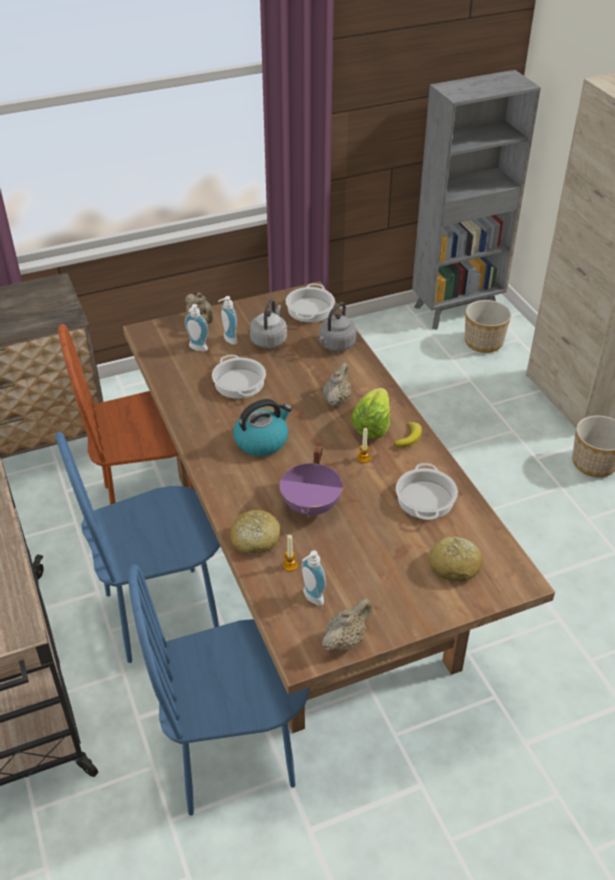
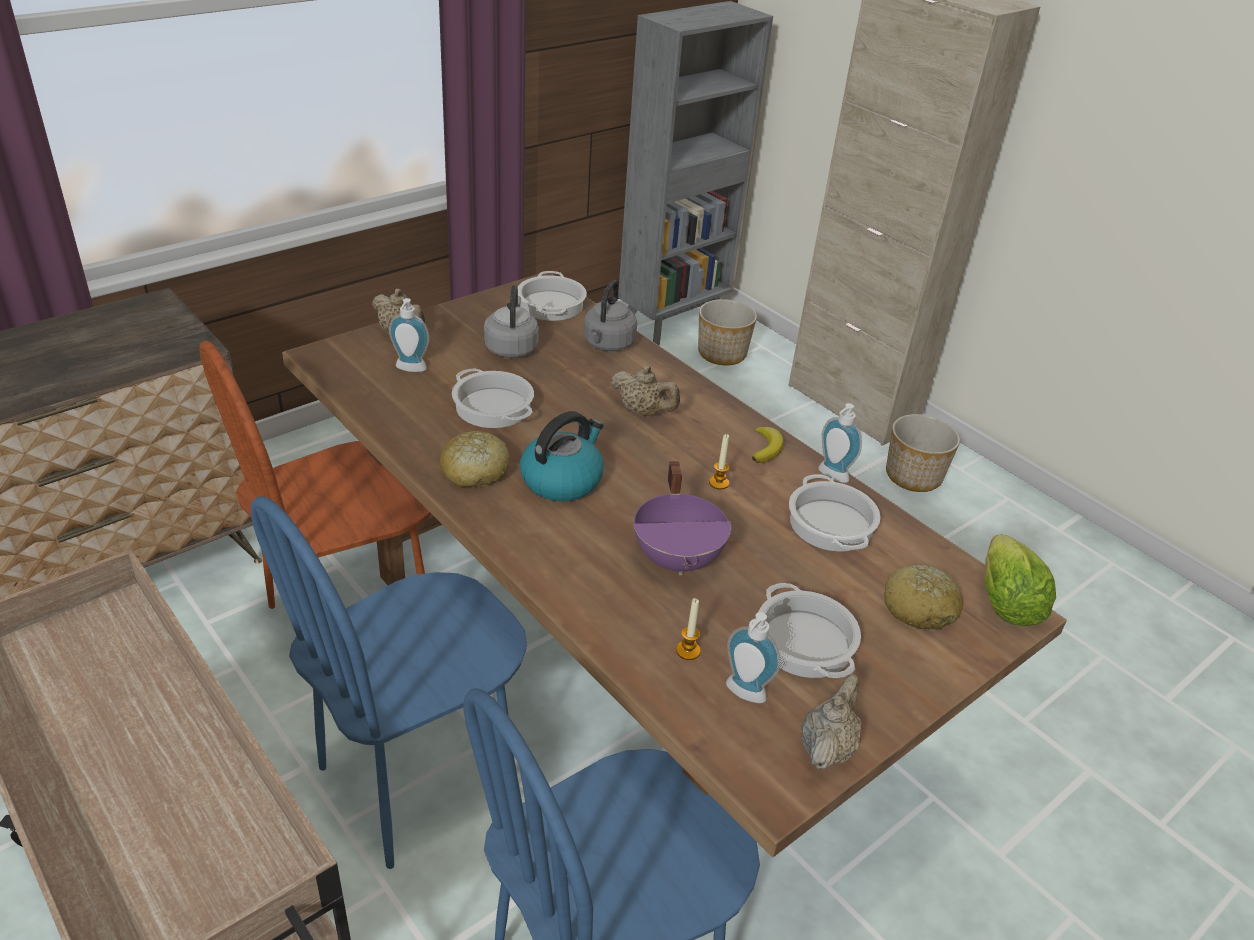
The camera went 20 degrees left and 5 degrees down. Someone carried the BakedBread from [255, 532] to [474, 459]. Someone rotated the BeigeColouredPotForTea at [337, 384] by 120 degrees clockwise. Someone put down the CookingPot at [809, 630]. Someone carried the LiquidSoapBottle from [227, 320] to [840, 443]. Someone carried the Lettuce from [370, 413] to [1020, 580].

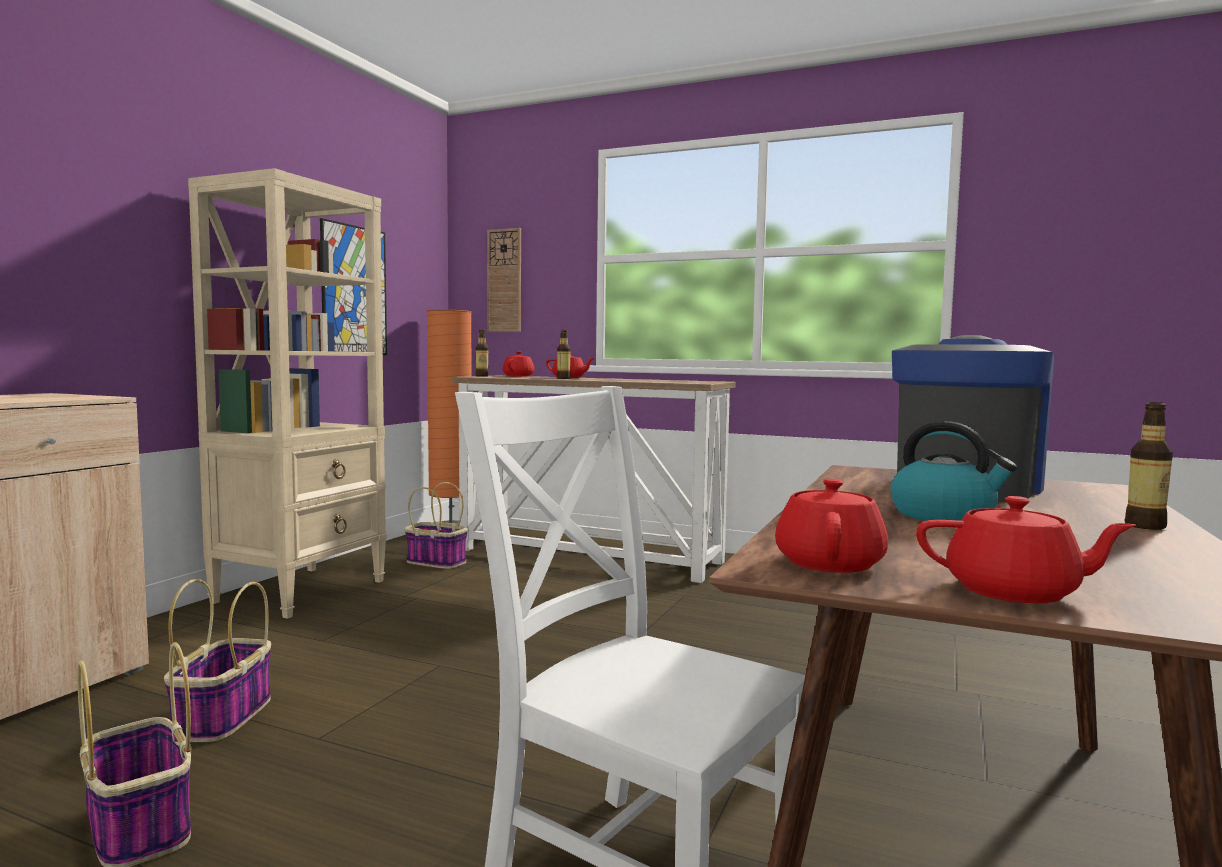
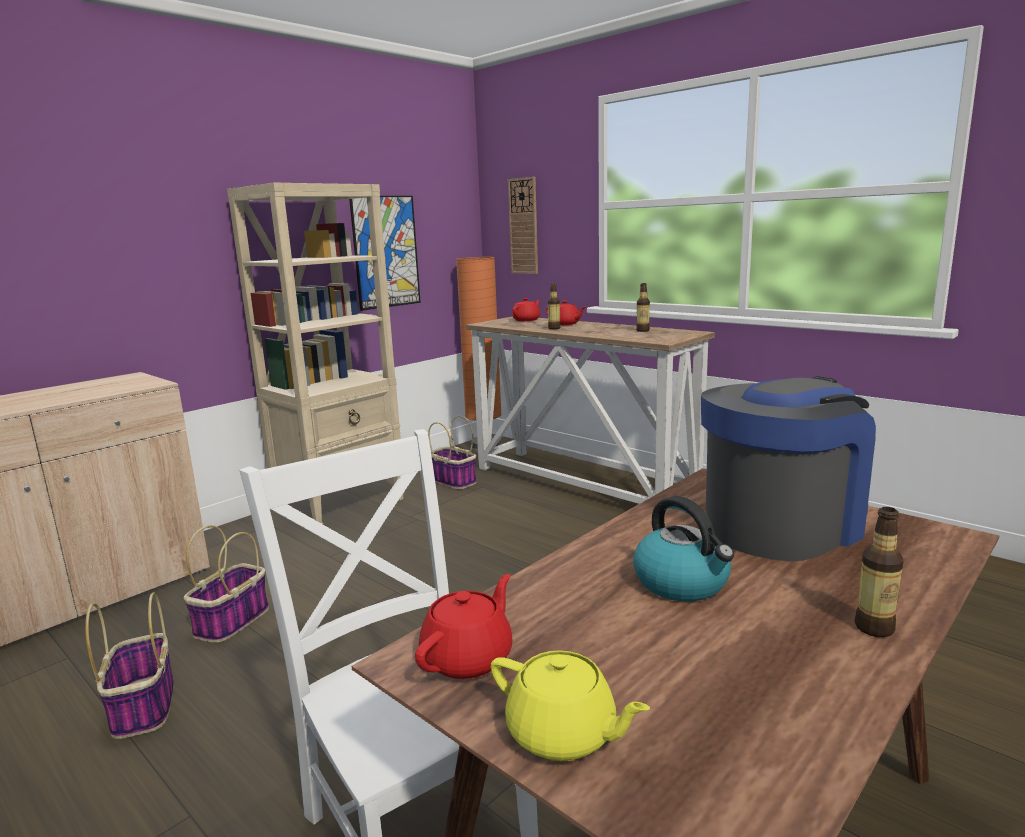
The camera went 20 degrees right and 10 degrees up. Someone repainted the ReddishPotForTea at [1026, 549], which became the YellowishPotForTea at [570, 705]. Someone carried the DrinkBottle from [482, 353] to [643, 307].

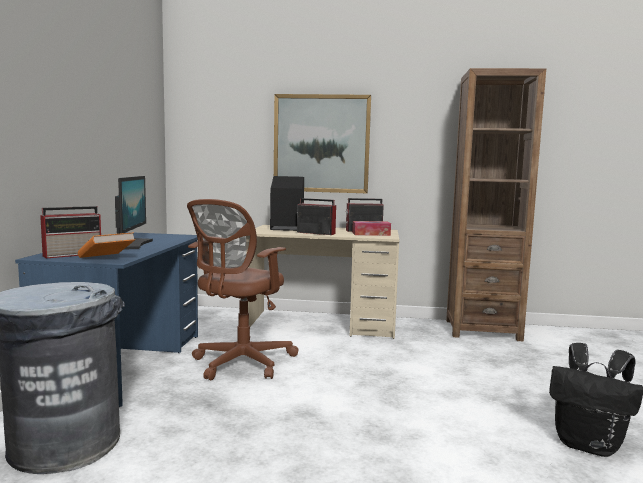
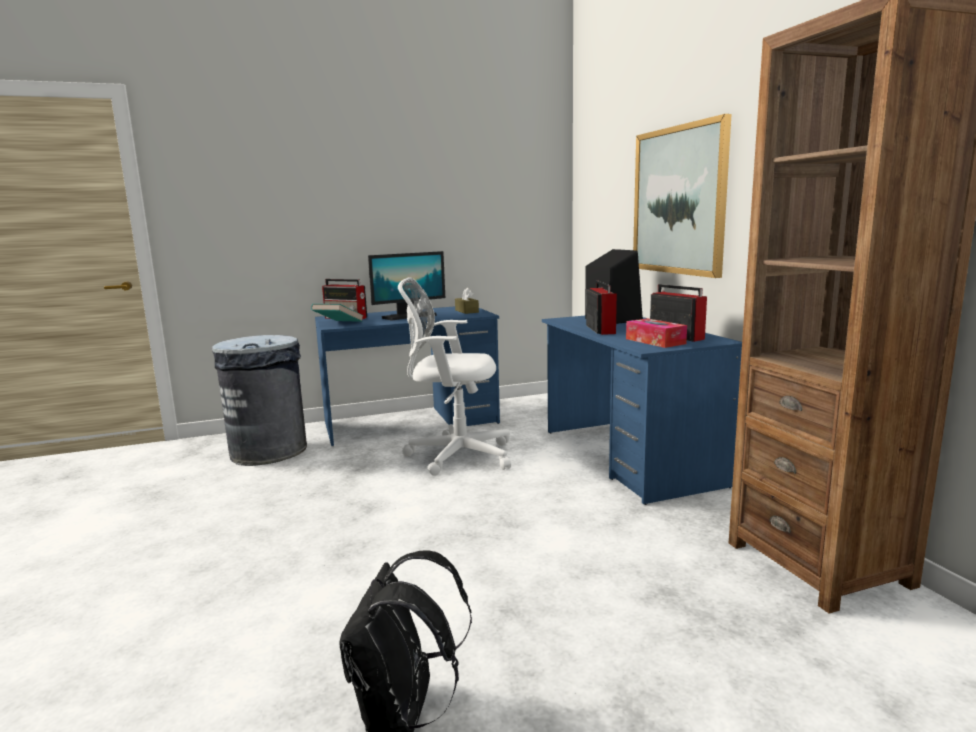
The camera went 65 degrees right and 5 degrees up. Someone repainted the OrangeColouredBook at [106, 245], which became the TurquoiseBook at [337, 313]. Someone repainted the BrownComputerChair at [243, 289], which became the WhiteColouredComputerChair at [454, 376]. Someone put down the BrownBoxOfTissues at [467, 301]. Someone repainted the BeigeColouredDeskTable at [322, 282], which became the BluishDeskTable at [642, 410].

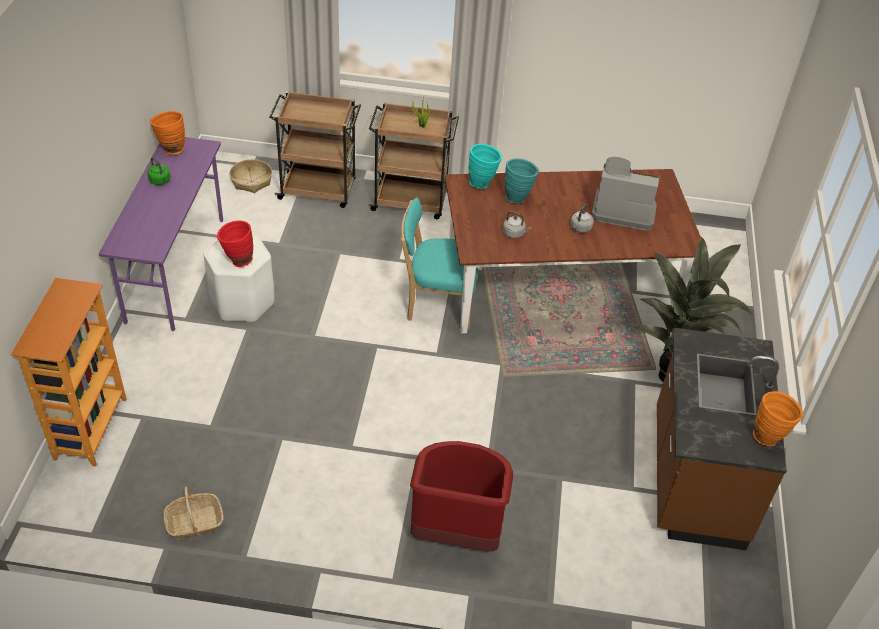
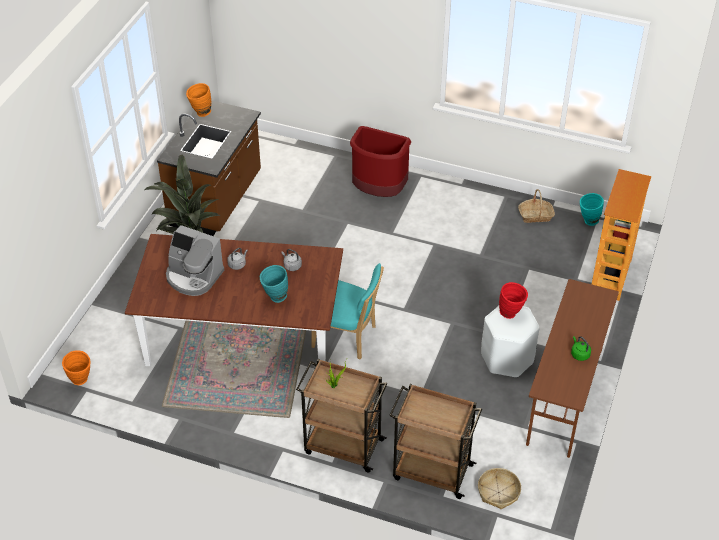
The camera went 165 degrees left and 0 degrees up. Someone carried the OrangeColouredVase from [167, 133] to [76, 367]. Someone repainted the PurpleColouredDeskTable at [161, 234], which became the BrownDeskTable at [572, 368]. Someone carried the TurquoiseVase from [485, 166] to [592, 209].

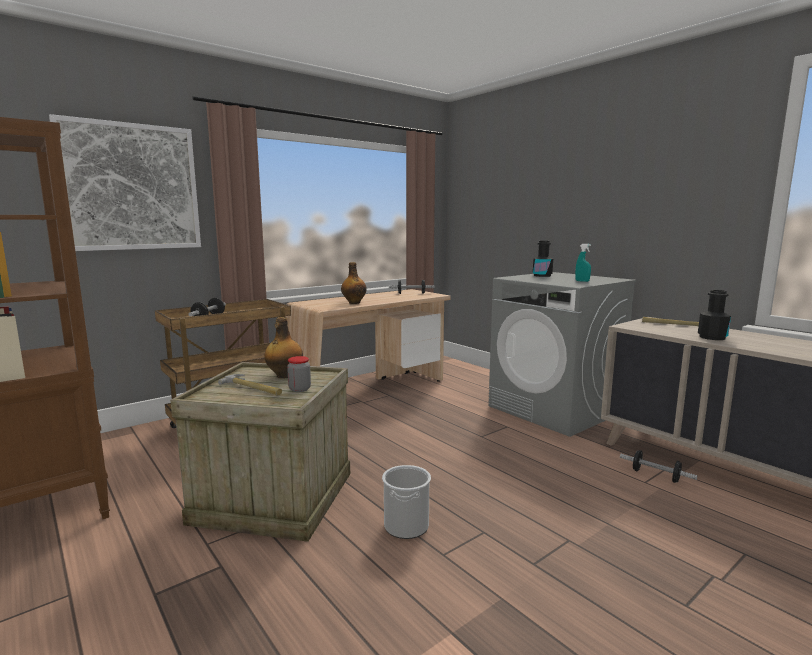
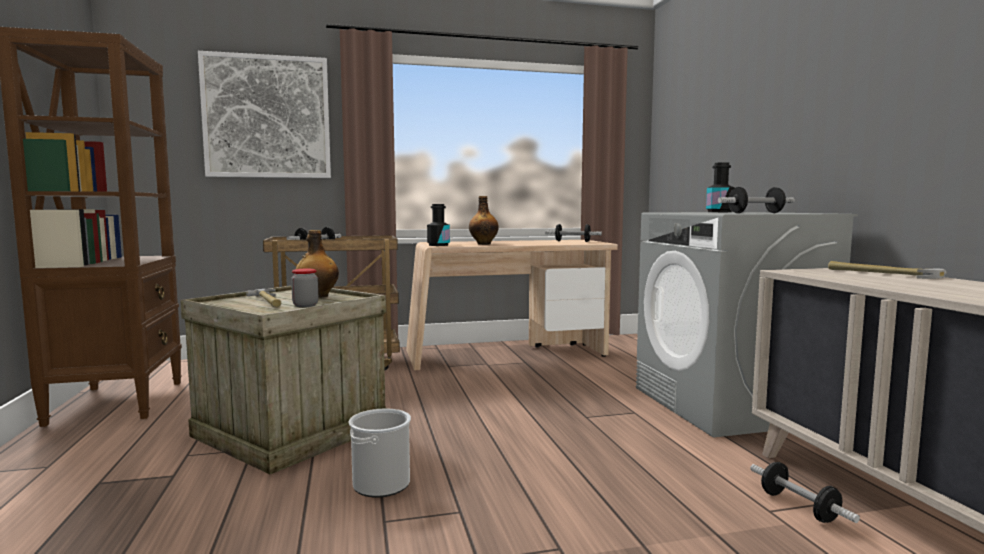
The camera went 25 degrees right and 5 degrees down. Someone carried the BlackDrinkBottle from [714, 315] to [438, 225]. Someone swapped the TurquoiseSprayer at [583, 263] for the HandWeight at [756, 200].

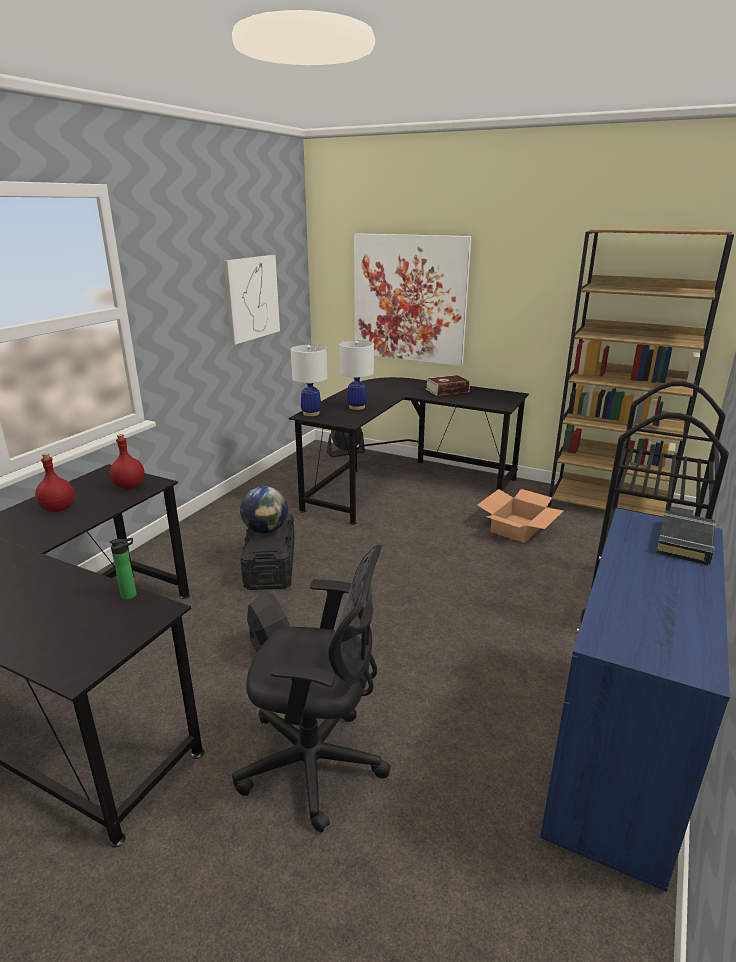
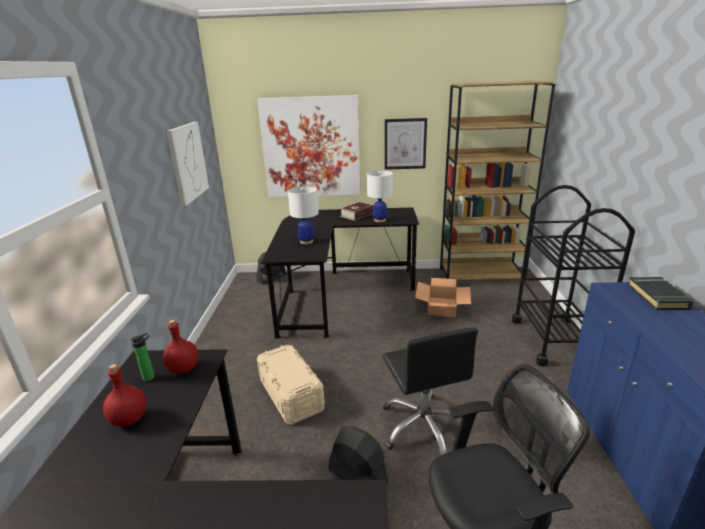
The camera went 25 degrees left and 0 degrees up. Someone carried the DrinkBottle from [123, 569] to [143, 357]. Someone repainted the BlackStorageBin at [268, 551], which became the BeigeColouredStorageBin at [291, 385]. Someone carried the WhiteColouredTableLamp from [309, 380] to [380, 196]. Someone put down the BlackComputerChair at [430, 391]. Someone put up the WallArt at [406, 144]. Someone took away the DeskGlobe at [264, 509].

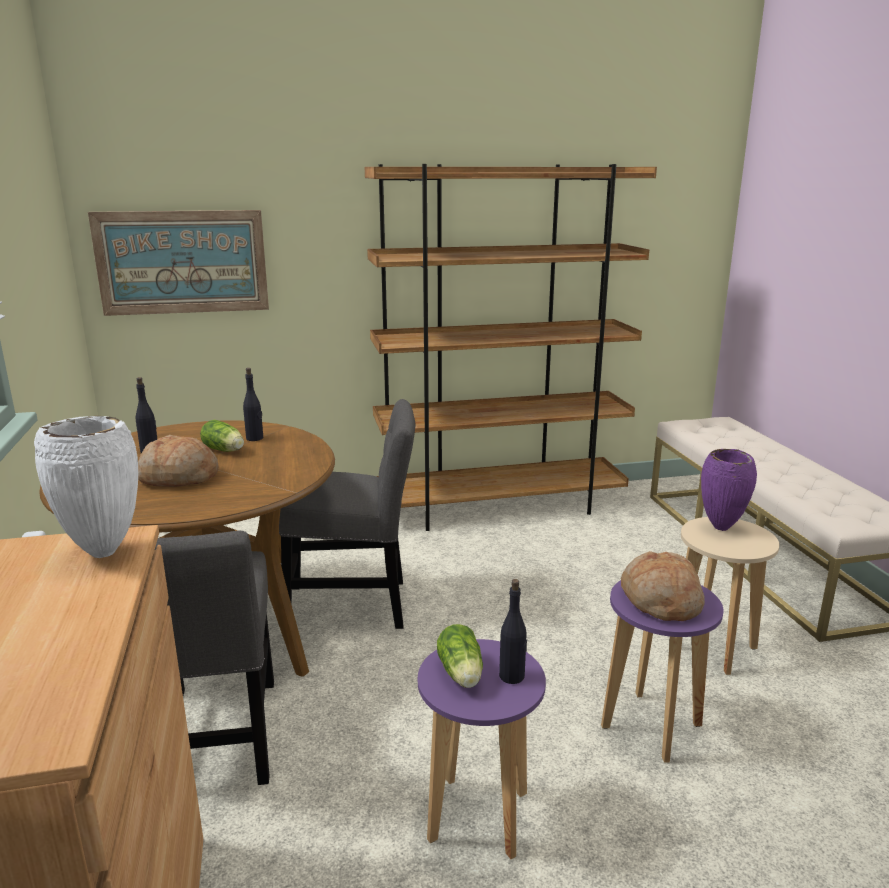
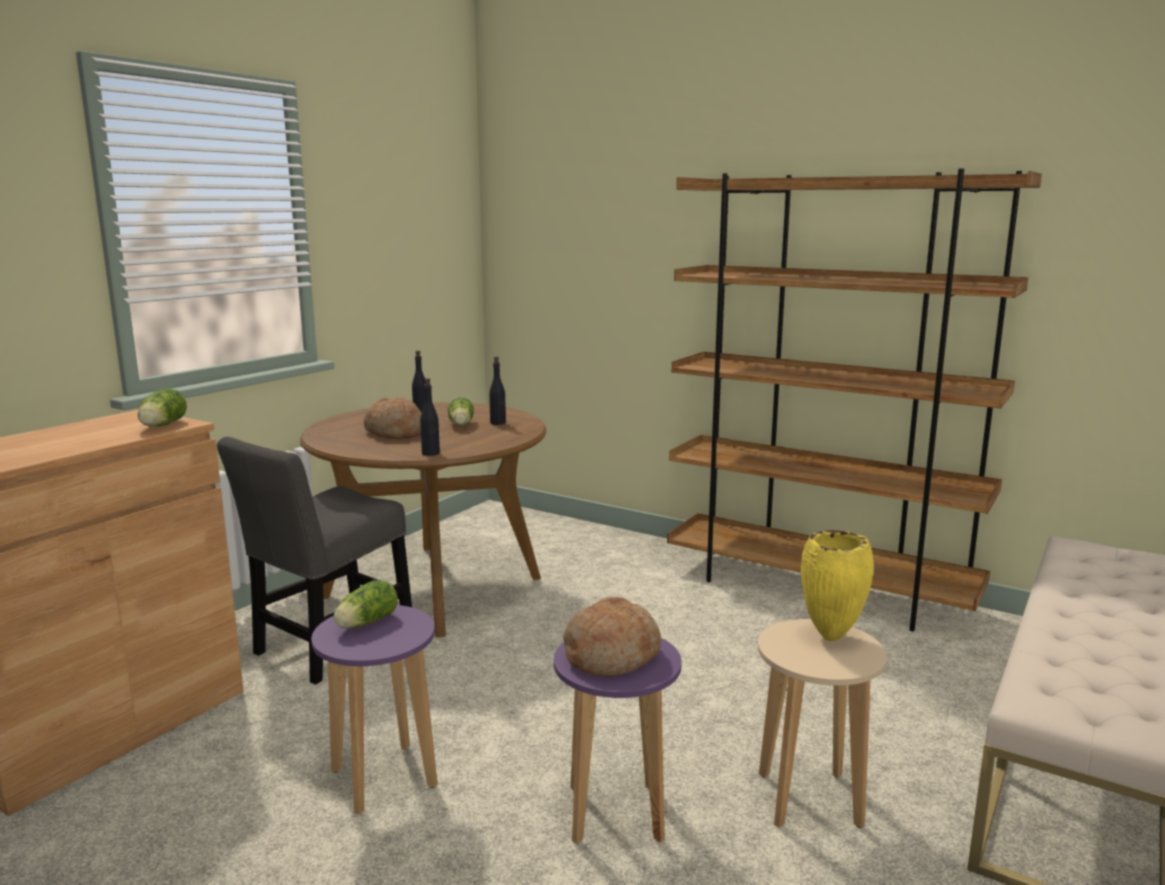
The camera went 45 degrees right and 5 degrees down. Someone swapped the WhiteColouredVase at [86, 487] for the Lettuce at [162, 407]. Someone carried the BlackDrinkBottle from [513, 631] to [430, 417]. Someone repainted the PurpleColouredVase at [729, 490], which became the YellowishVase at [837, 585]. Someone took away the WallArt at [178, 263]. Someone took away the GreyUprightChair at [347, 514].

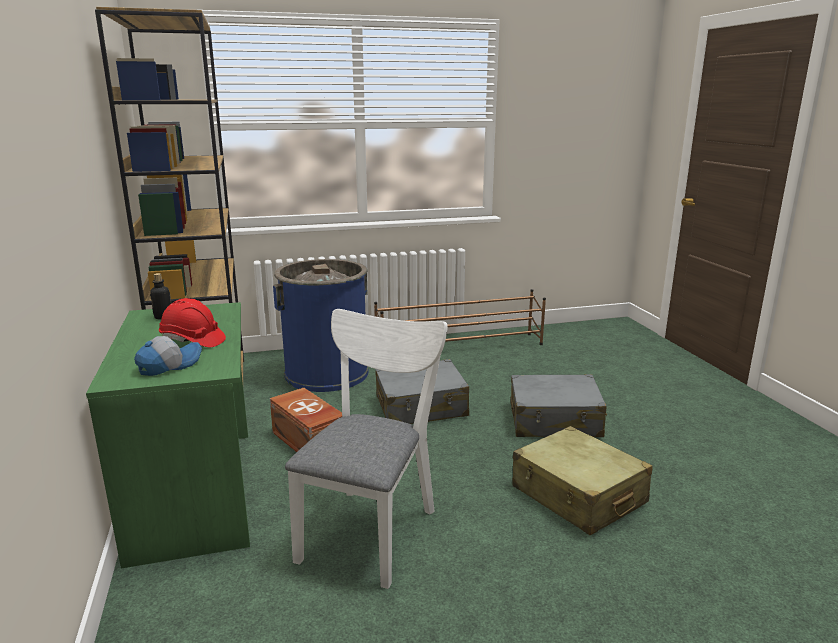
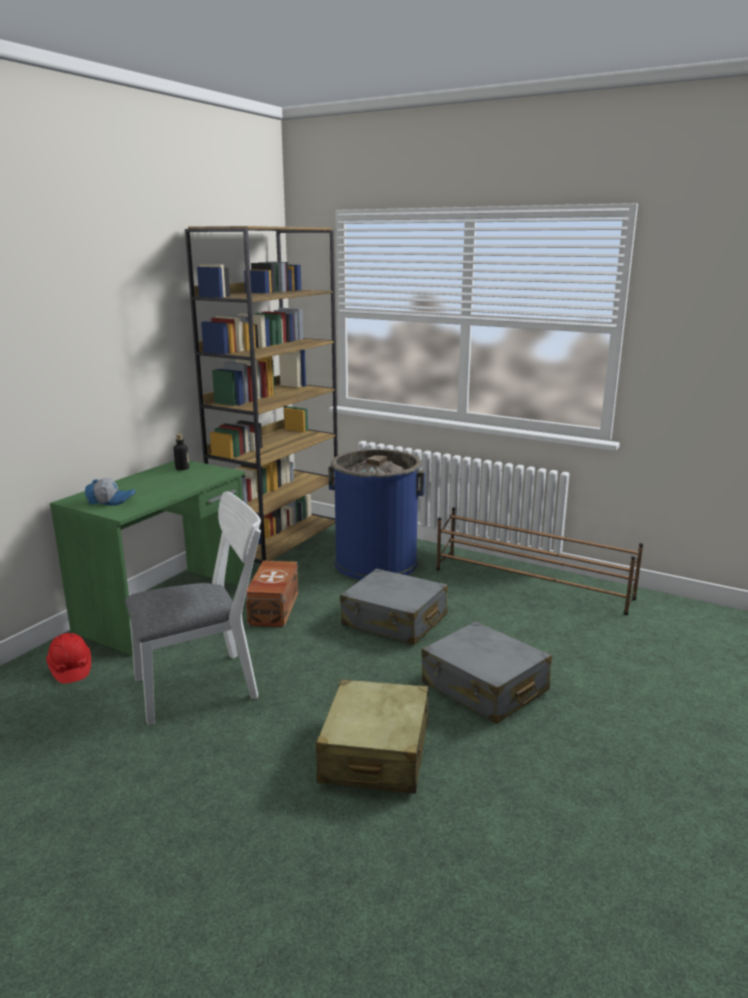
The camera went 45 degrees right and 0 degrees up. Someone carried the ReddishHardHat from [192, 322] to [68, 658].

